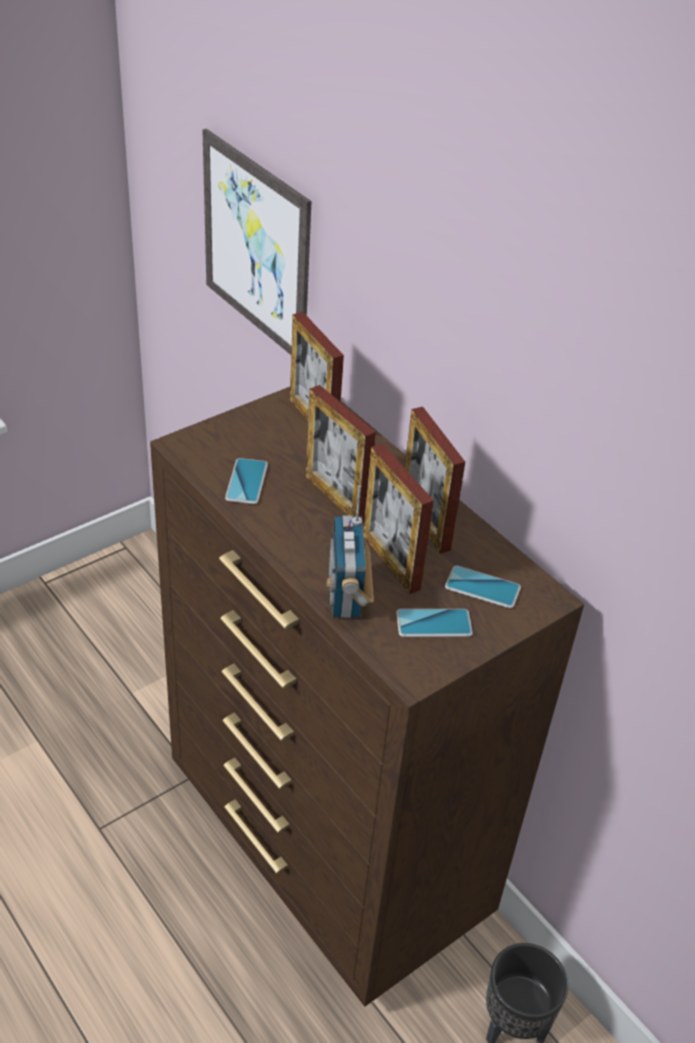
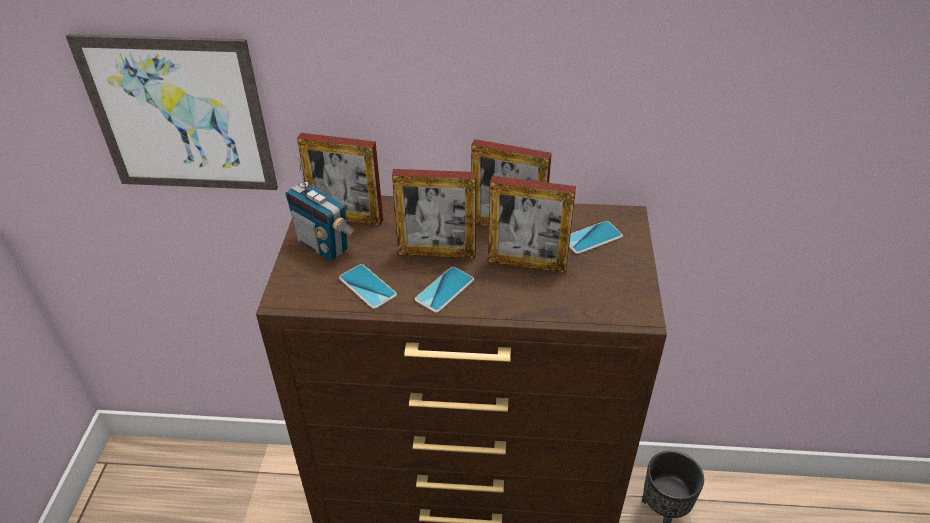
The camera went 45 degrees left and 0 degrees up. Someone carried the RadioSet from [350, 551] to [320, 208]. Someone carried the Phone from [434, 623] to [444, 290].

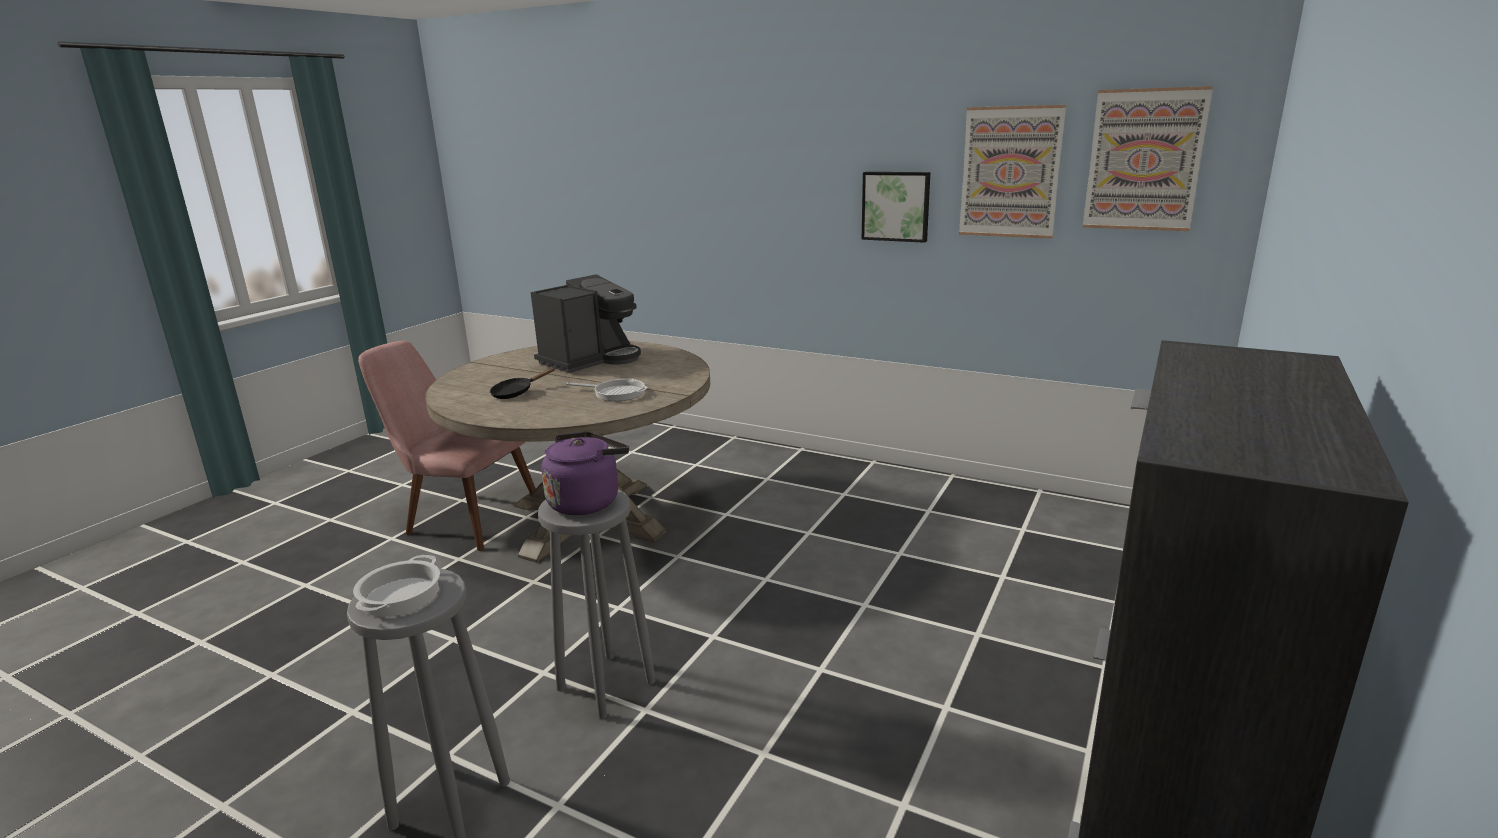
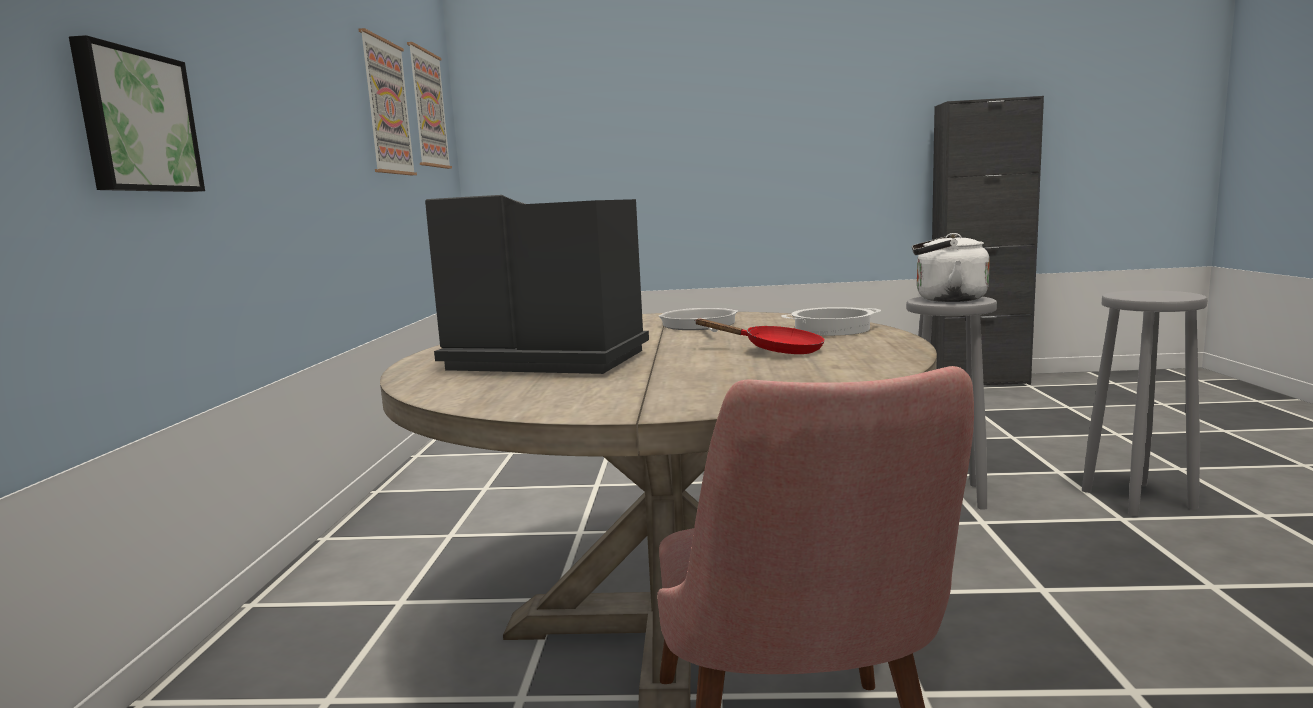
The camera went 115 degrees left and 10 degrees down. Someone carried the WallArt from [896, 207] to [137, 113]. Someone repainted the BlackSkillet at [522, 383], which became the ReddishSkillet at [759, 336]. Someone carried the CookingPot from [396, 586] to [831, 321]. Someone repainted the PurpleColouredWaterKettle at [585, 473], which became the WhiteColouredWaterKettle at [951, 267].

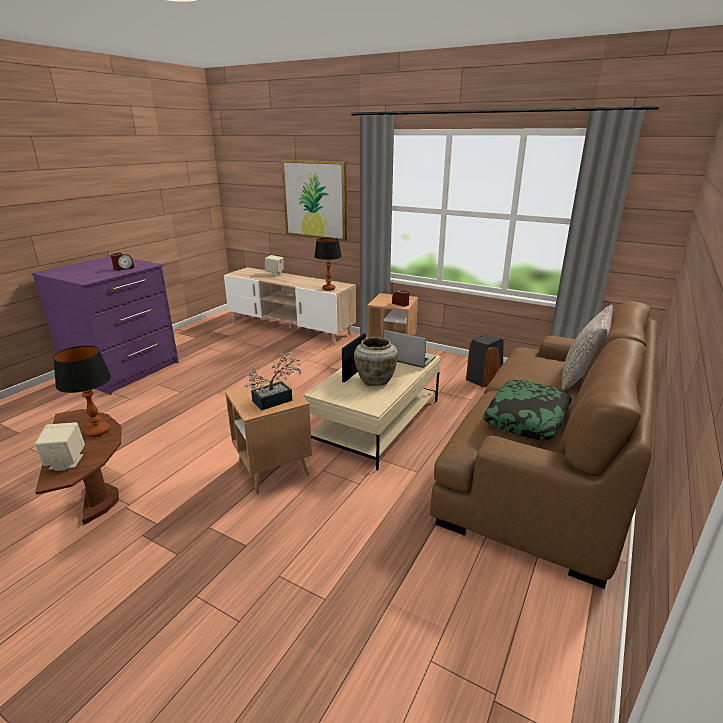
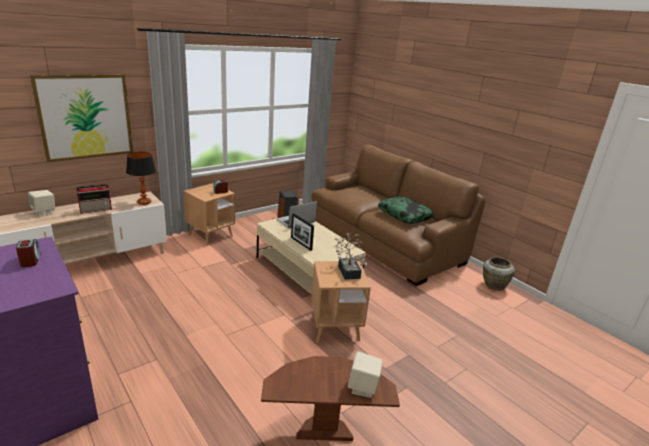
The camera went 70 degrees left and 0 degrees up. Someone put down the RadioSet at [94, 199]. Someone carried the BeigeColouredVase from [376, 361] to [499, 274]. Someone took away the TableLamp at [82, 391]. Someone took away the GreyCushion at [587, 347].

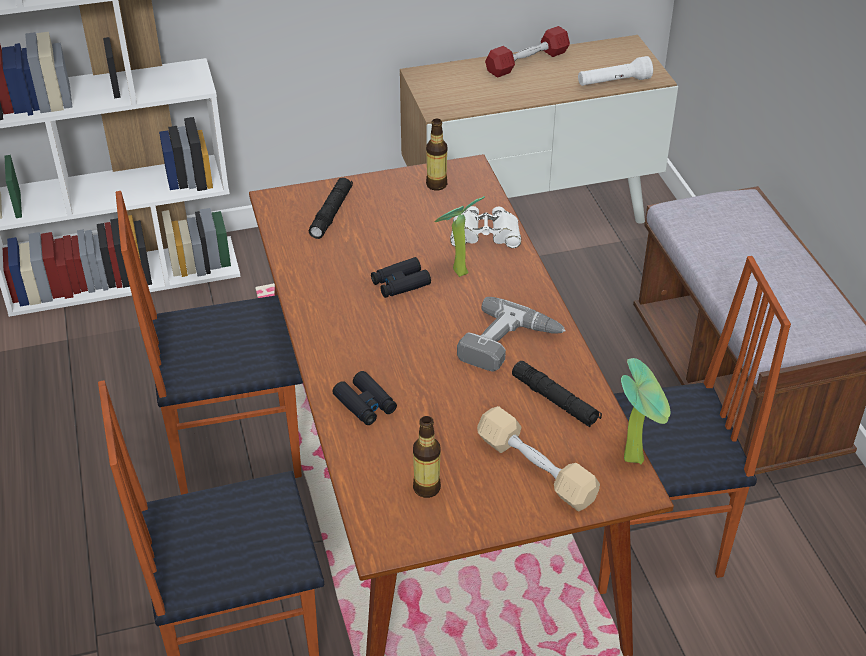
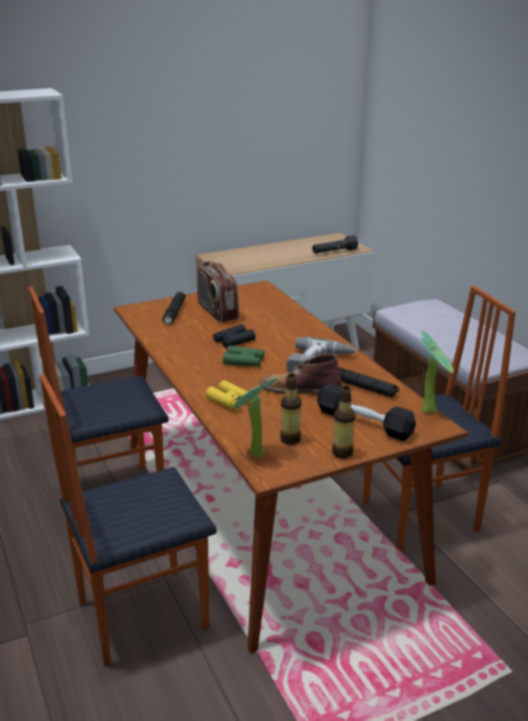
The camera went 10 degrees left and 15 degrees down. Someone put down the RadioSet at [218, 291]. Someone repainted the BlackPairOfBinoculars at [364, 398], which became the YellowishPairOfBinoculars at [229, 395]. Someone put down the GreenColouredPairOfBinoculars at [243, 356]. Someone carried the PlantInAPot from [459, 236] to [255, 417]. Someone put down the BrownHighTopBoot at [300, 374]. Someone repainted the WhiteColouredHandTorch at [615, 71], which became the BlackHandTorch at [335, 244]. Someone repainted the BeigeColouredHandWeight at [538, 458], which became the BlackHandWeight at [366, 412]. Someone carried the DrinkBottle from [436, 155] to [343, 422]. Someone took away the WhiteColouredPairOfBinoculars at [485, 227]. Someone took away the ReddishHandWeight at [527, 51].

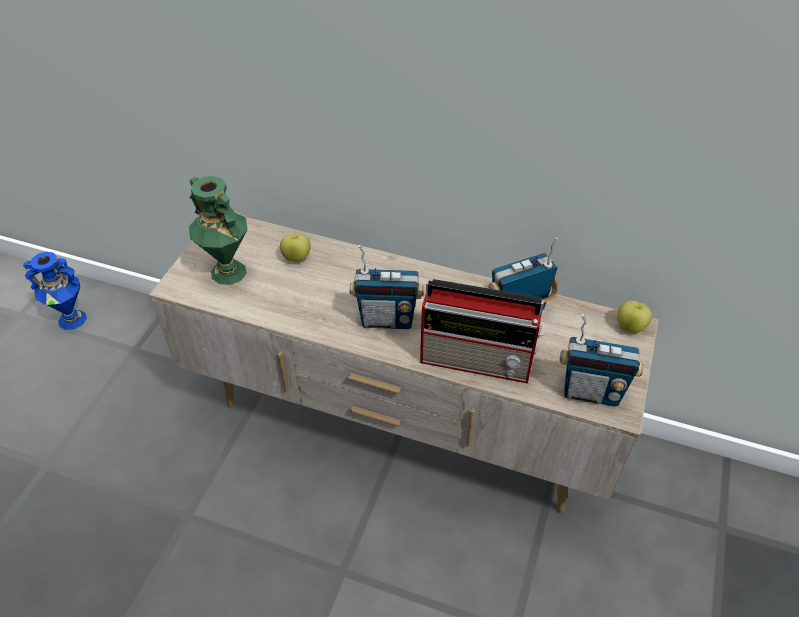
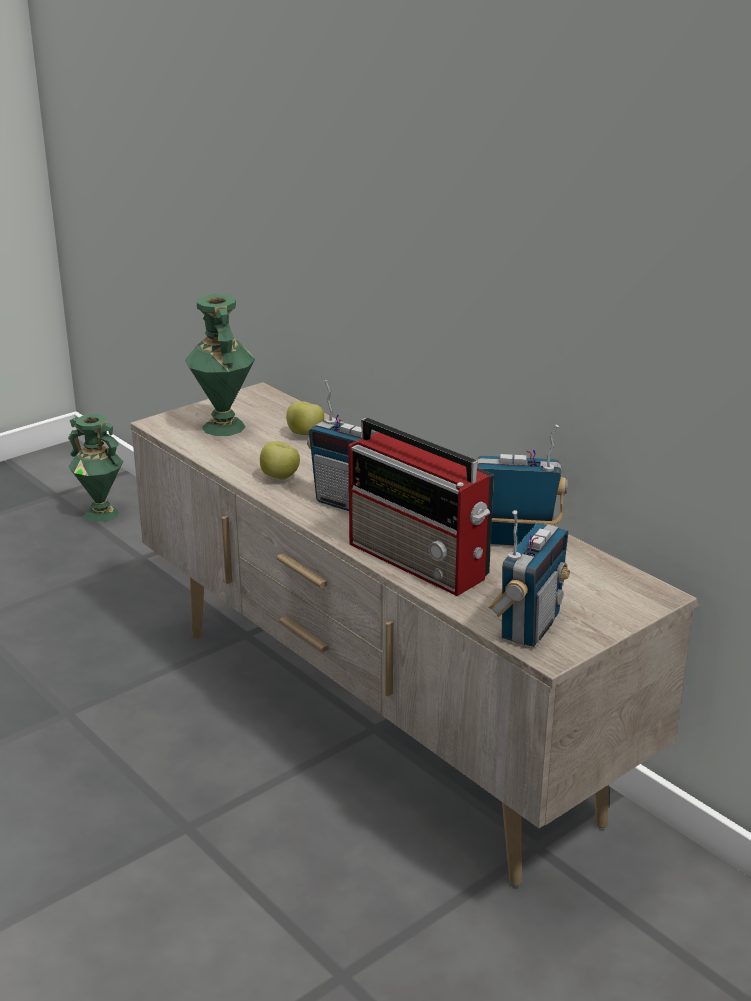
The camera went 30 degrees right and 20 degrees down. Someone repainted the BluishVase at [55, 291], which became the GreenColouredVase at [95, 468]. Someone carried the AppleFruit from [634, 317] to [280, 460]. Someone rotated the RadioSet at [601, 360] by 105 degrees counterclockwise.

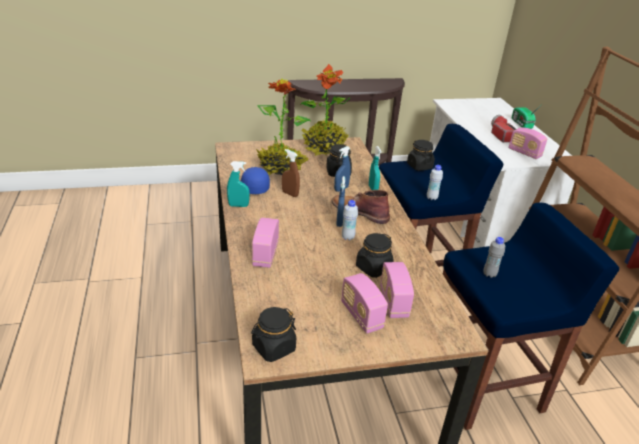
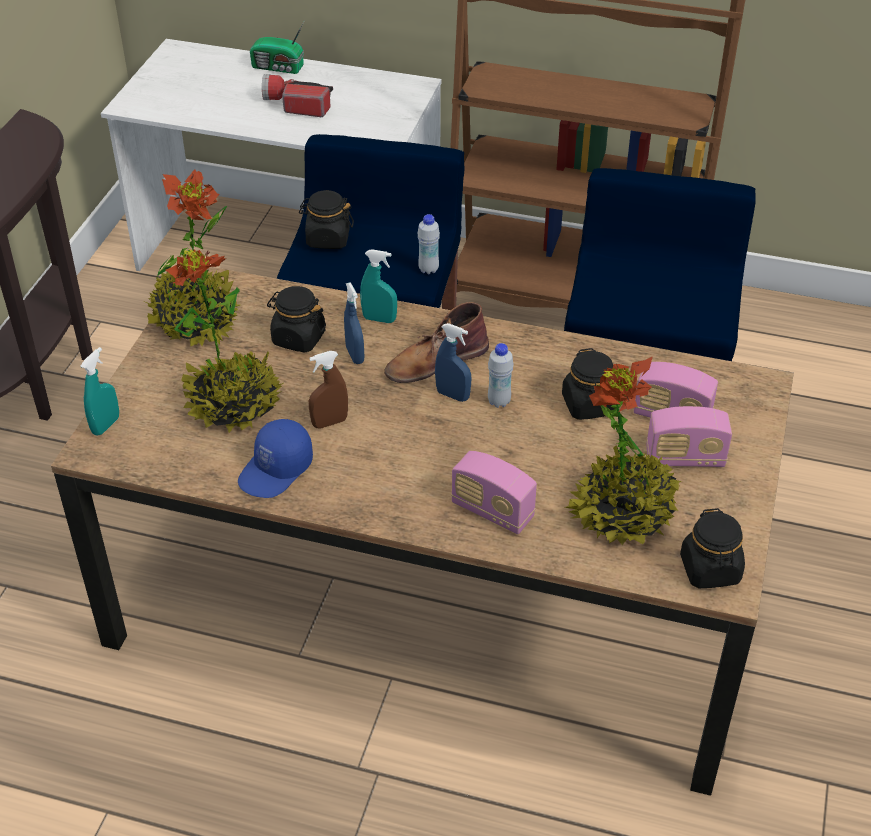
The camera went 60 degrees left and 10 degrees up. Someone carried the TurquoiseSprayer from [238, 184] to [99, 391]. Someone put down the PlantInAPot at [623, 450]. Someone took away the GreyDrinkBottle at [494, 257]. Someone took away the RadioSet at [528, 143].

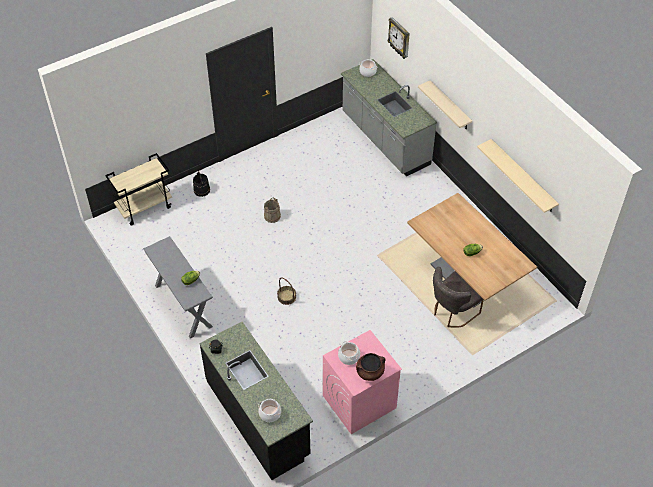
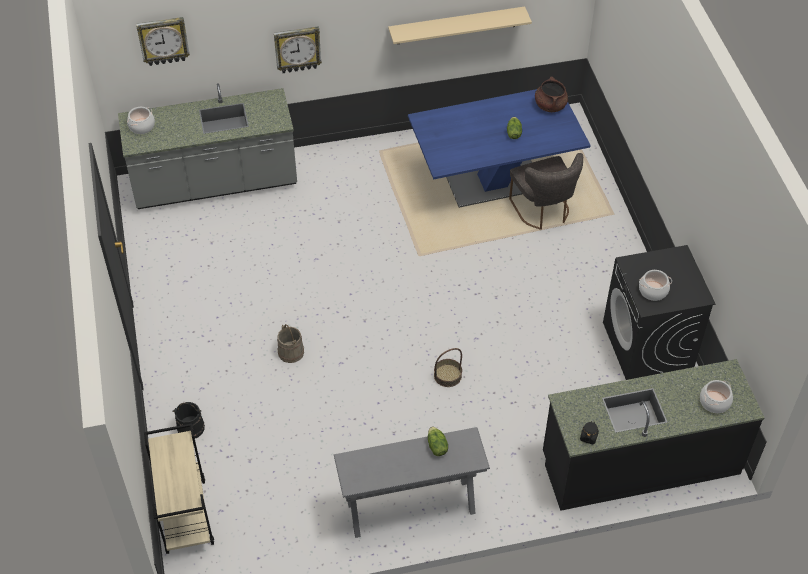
The camera went 70 degrees left and 0 degrees up. Someone swapped the BeigeColouredWallShelf at [445, 105] for the WallClock at [298, 49]. Someone repainted the BrownKitchenTable at [472, 250], which became the BluishKitchenTable at [499, 148]. Someone carried the BrownCookingPot from [371, 367] to [551, 94]. Someone repainted the PinkColouredLaundryMachine at [362, 382], which became the BlackLaundryMachine at [659, 312].

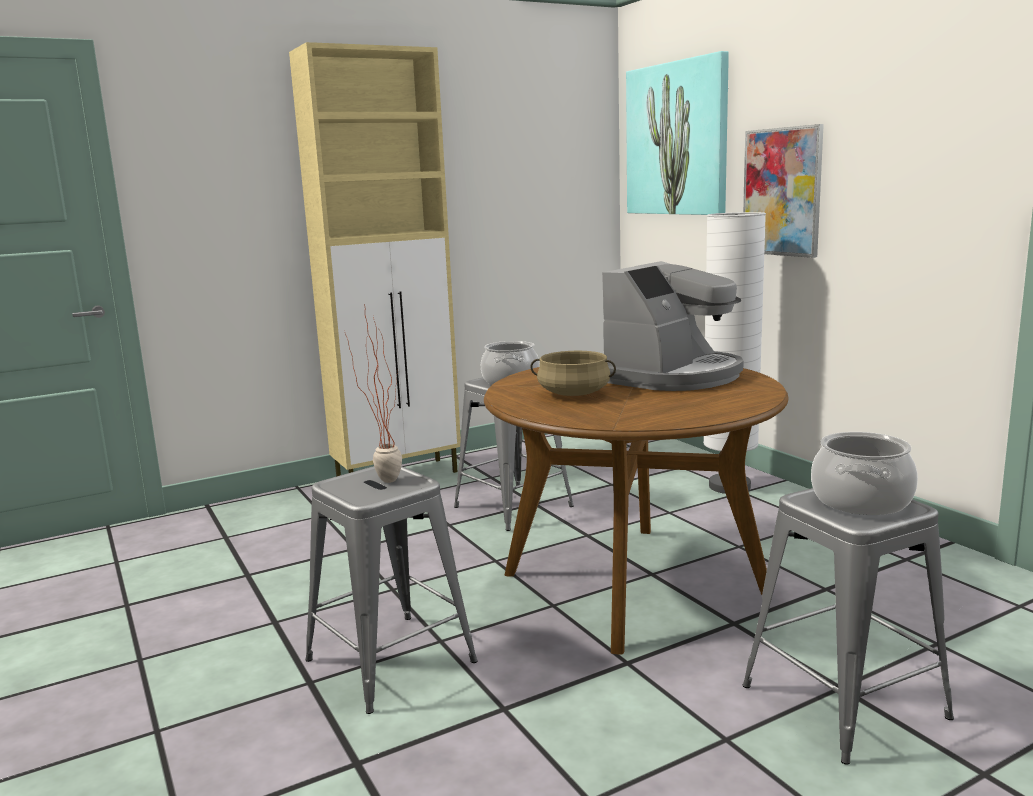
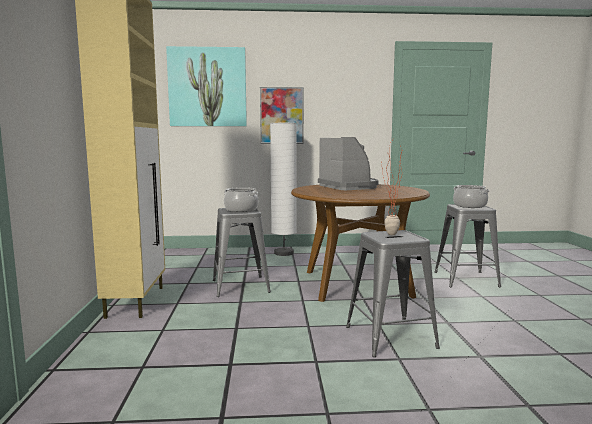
The camera went 65 degrees left and 5 degrees down. Someone took away the BeigeColouredCookingPot at [573, 373].

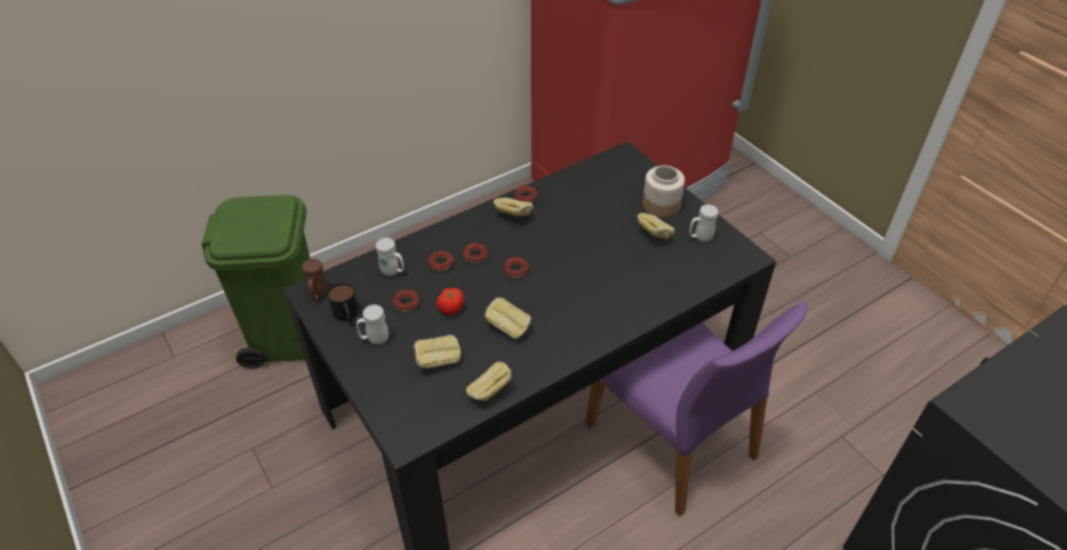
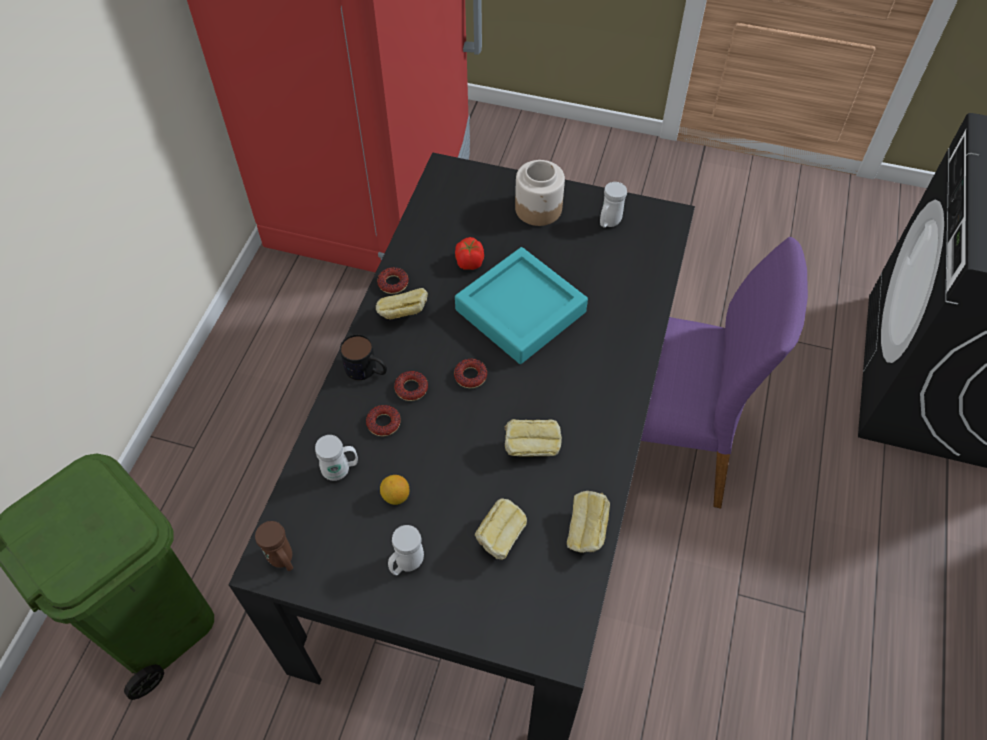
The camera went 40 degrees left and 10 degrees up. Someone carried the CoffeeMug from [343, 303] to [363, 357]. Someone swapped the Donut at [406, 300] for the Lemon at [394, 490]. Someone carried the FreshTomato from [450, 301] to [469, 253]. Someone put down the TurquoiseTray at [521, 305]. Someone took away the BakedBread at [656, 226].

